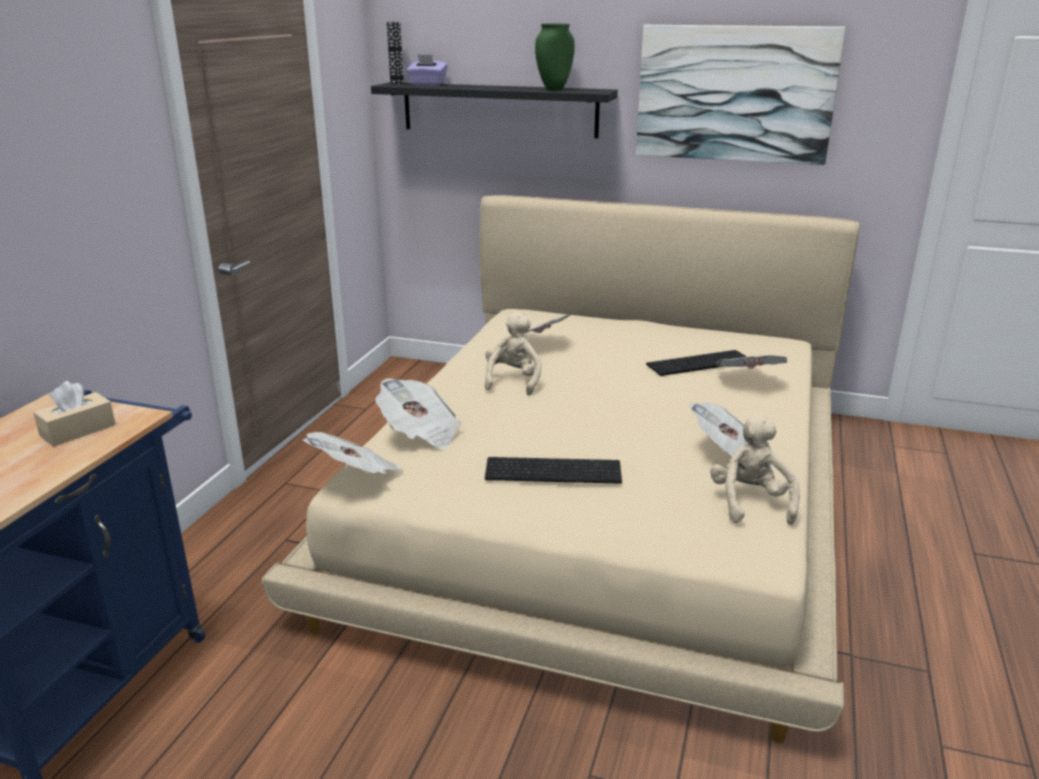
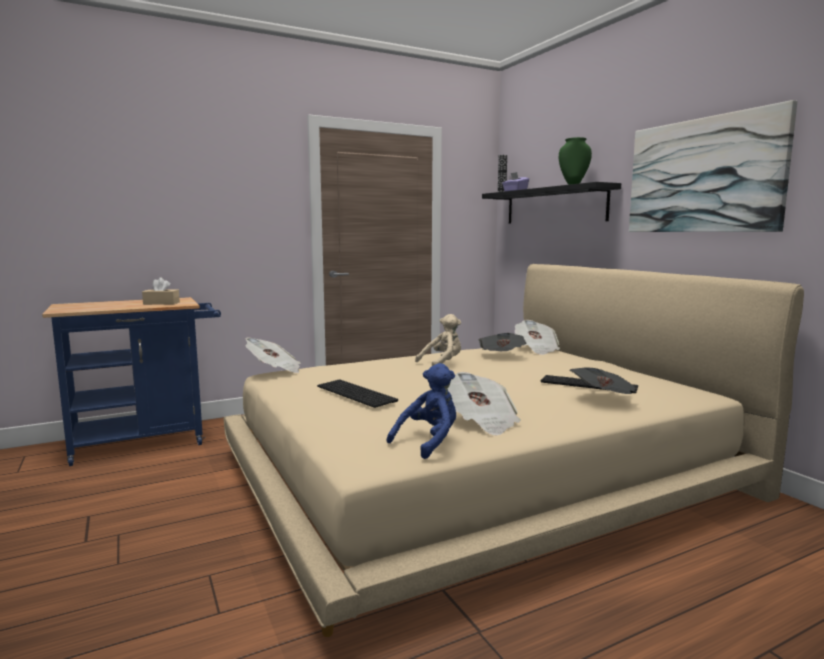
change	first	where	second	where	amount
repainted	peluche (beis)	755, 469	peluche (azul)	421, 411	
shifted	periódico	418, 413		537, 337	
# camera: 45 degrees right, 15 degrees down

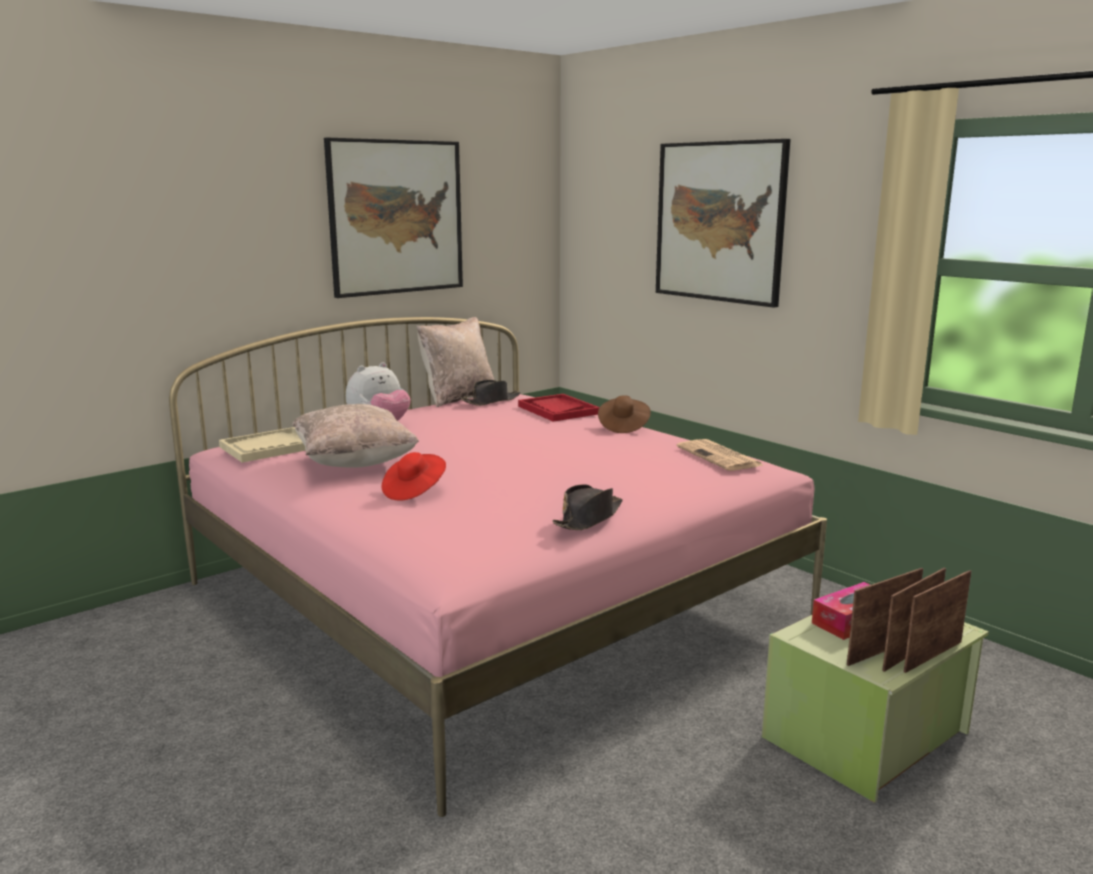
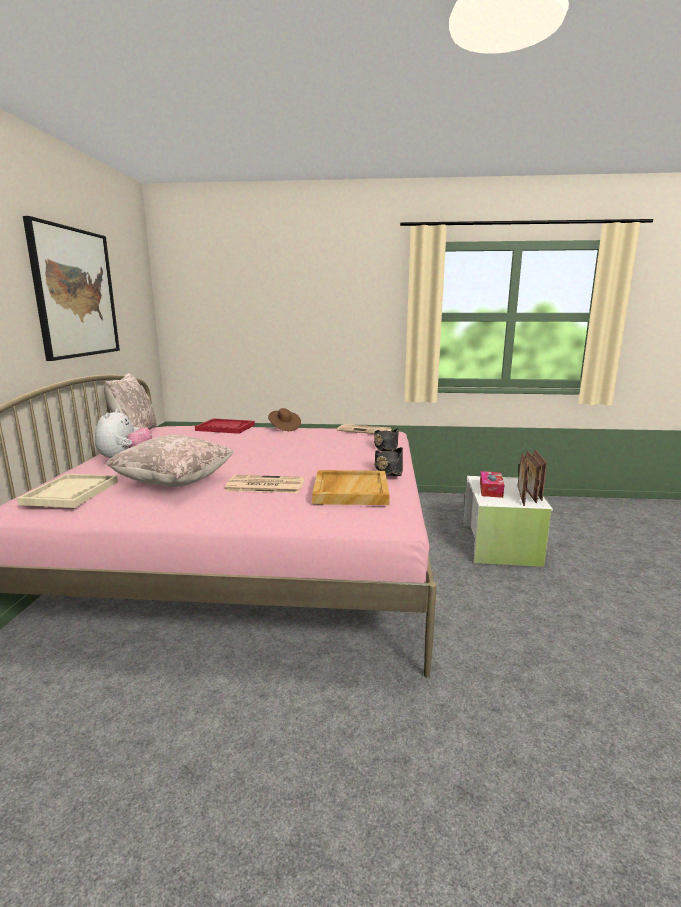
change	first	where	second	where	amount
swapped	sombrero (rojo)	414, 476	periódico	264, 484	
new			bandeja (beis)	351, 487	
shifted	sombrero (negro)	490, 393		386, 439	
repainted	caja de almacenaje (verde)	875, 709	caja de almacenaje (blanco)	508, 521	
gone	cuadro	723, 223			
# camera: 45 degrees left, 0 degrees up

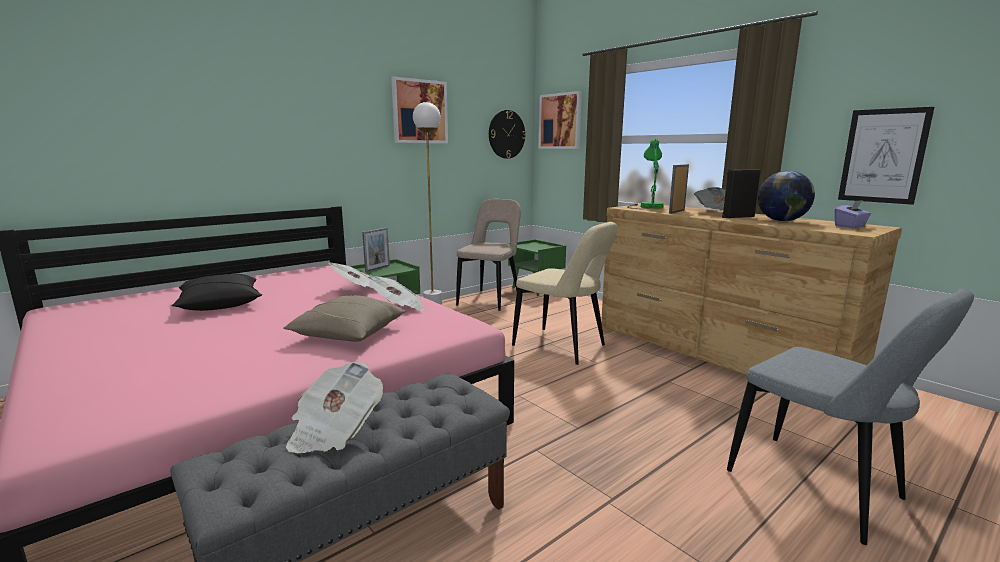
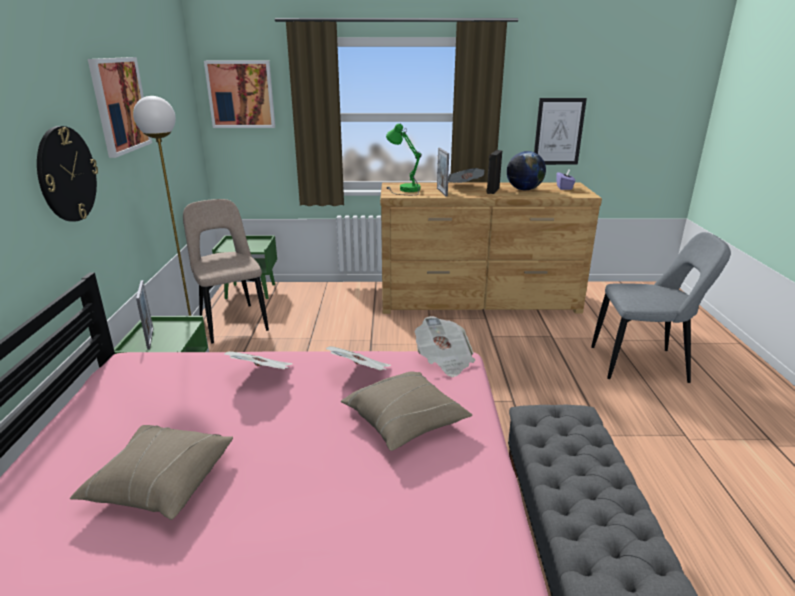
change	first	where	second	where	amount
shifted	reloj de pared	507, 134		67, 173	
repainted	cojín (negro)	217, 292	cojín (beis)	151, 472	
shifted	periódico	334, 407		445, 346	
gone	silla (beis)	564, 293			
# camera: 50 degrees left, 10 degrees up

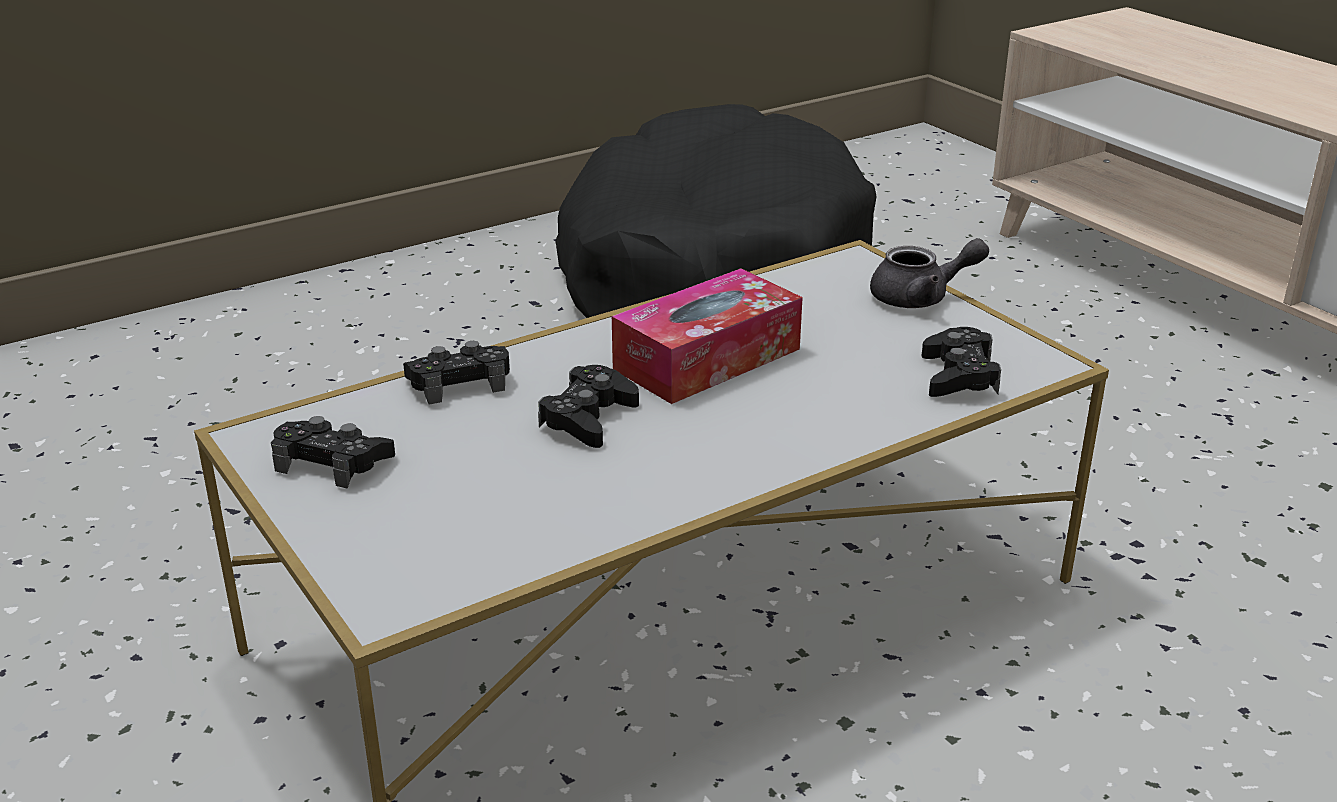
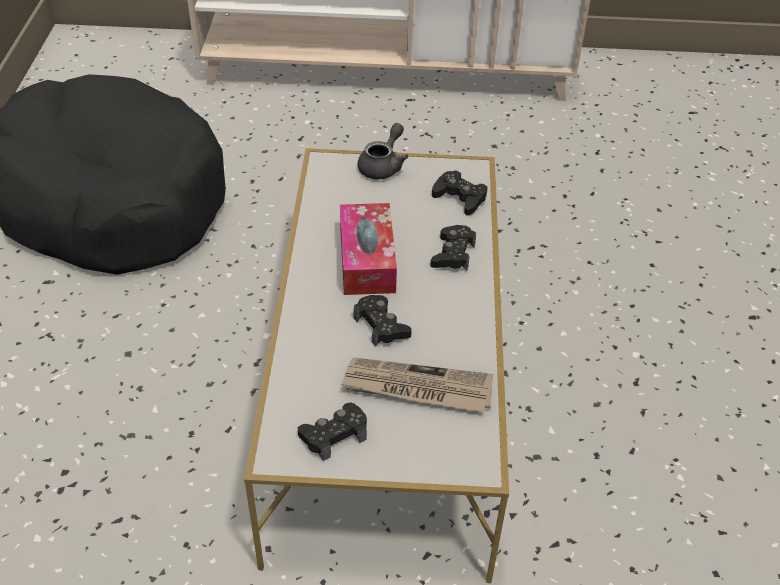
change	first	where	second	where	amount
new			periódico	417, 385	
shifted	mando de consola (negro)	456, 372		453, 248	
# camera: 55 degrees left, 15 degrees up

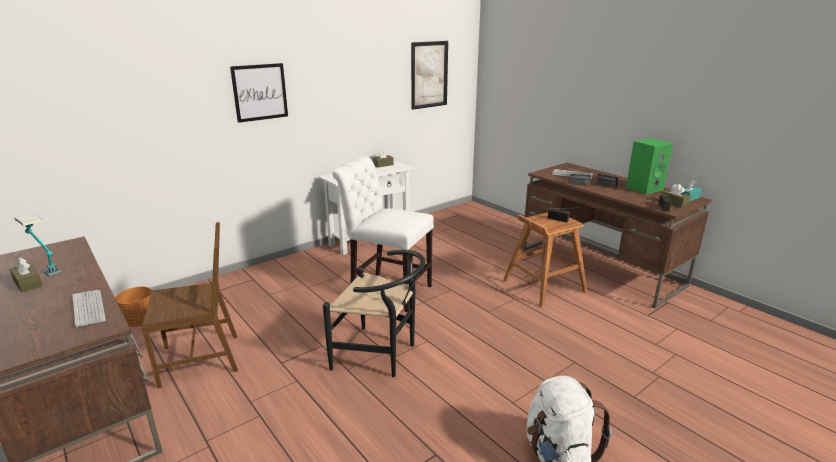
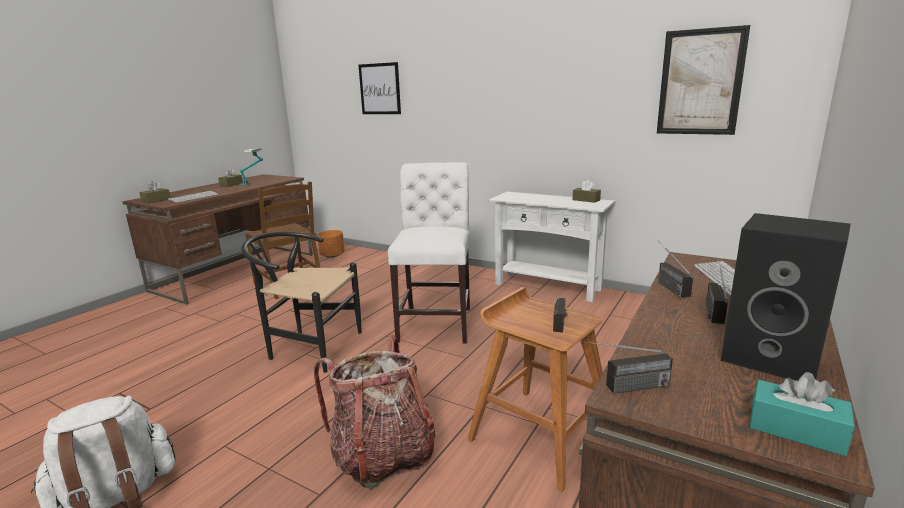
change	first	where	second	where	amount
shifted	caja de pañuelos (marrón)	676, 196		155, 192	
rotated	silla (negro)	374, 314		301, 302	105 degrees clockwise
new			mochila	375, 412	
shifted	cuadro	259, 93		379, 88	
repainted	altavoz (verde)	649, 166	altavoz (negro)	786, 297	
# camera: 70 degrees right, 5 degrees down

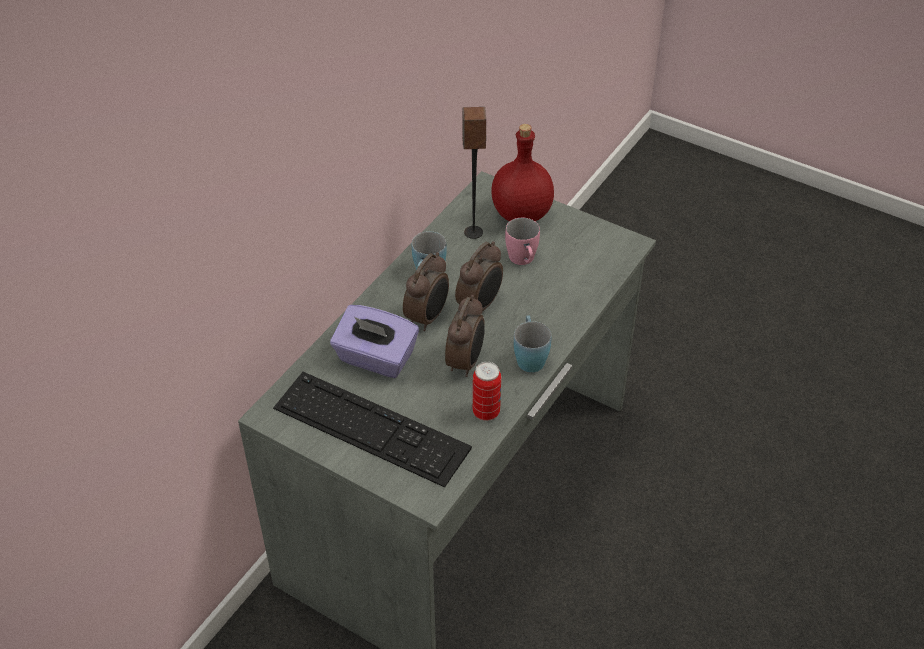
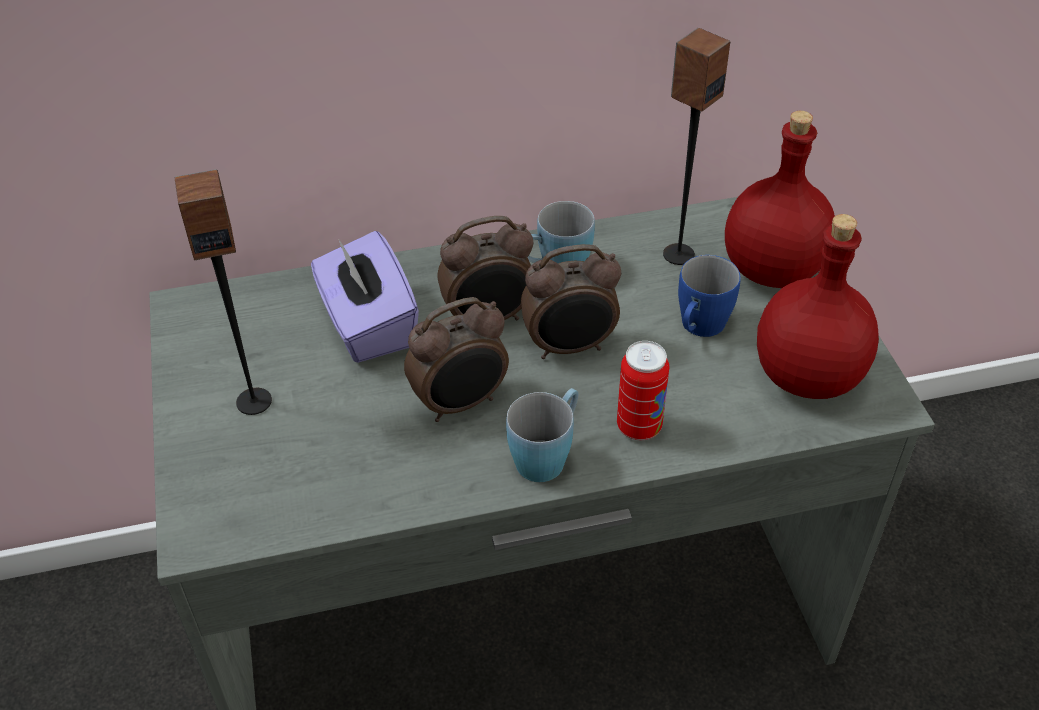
change	first	where	second	where	amount
swapped	teclado	372, 429	altavoz	223, 292	
shifted	lata	487, 391		643, 390	
repainted	taza grande (rosa)	522, 241	taza grande (azul)	709, 296	
new			botella (rojo)	818, 306	
# camera: 45 degrees right, 0 degrees up

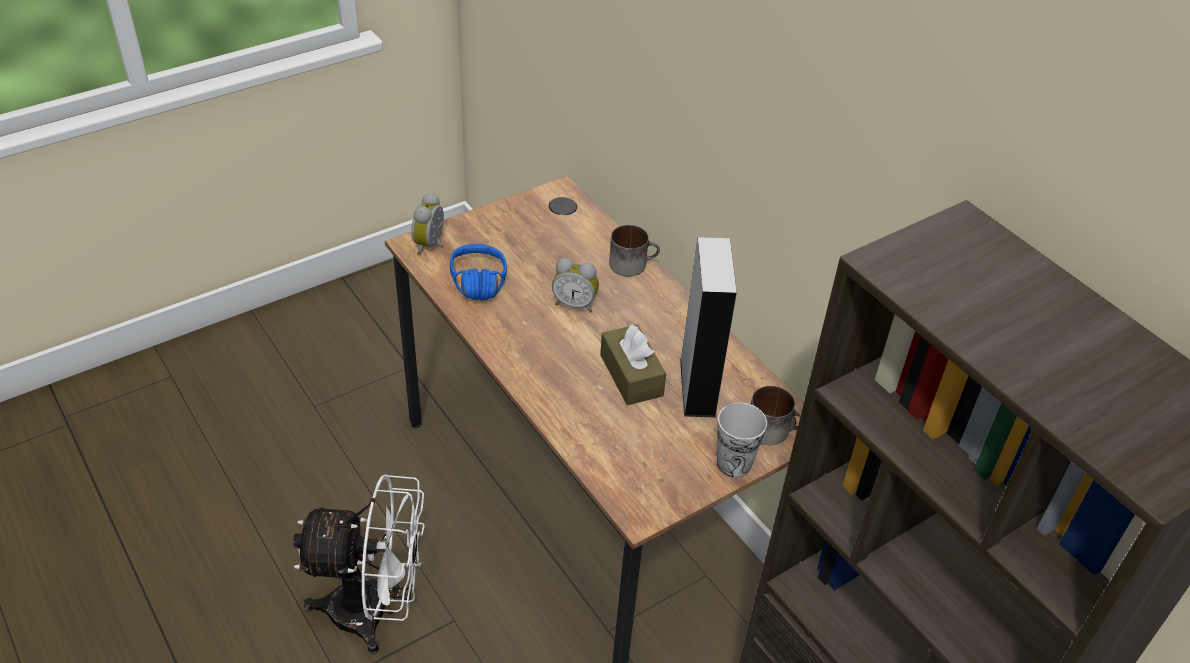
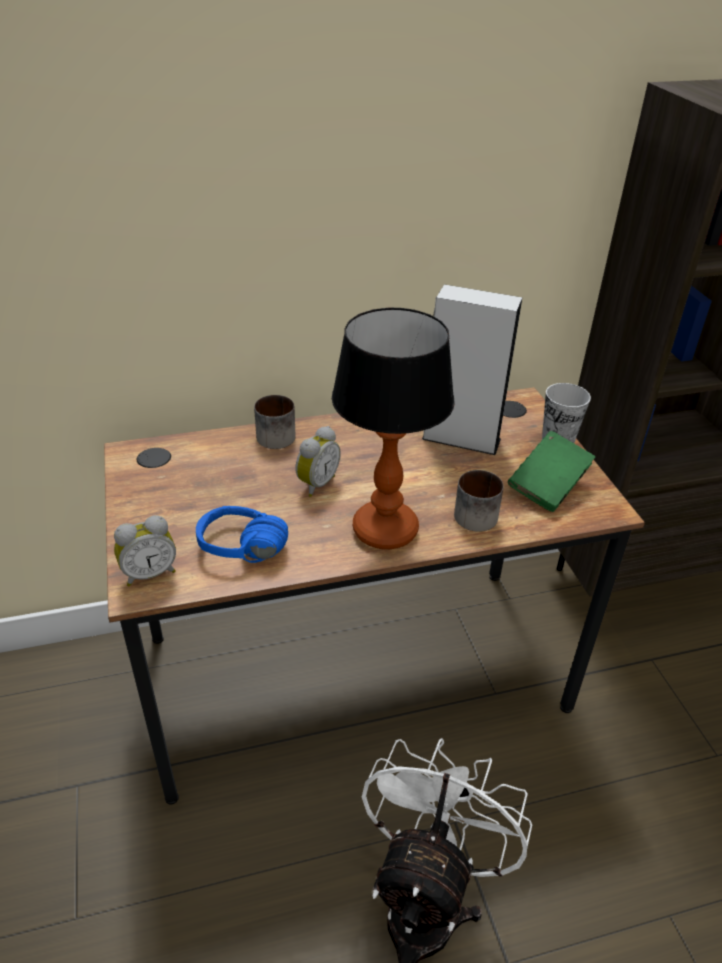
change	first	where	second	where	amount
rotated	despertador	427, 224		145, 551	60 degrees counterclockwise
new			lámpara de mesa	393, 428	
shifted	taza grande	776, 415		479, 501	
new			libro (verde)	551, 471	
gone	caja de pañuelos (marrón)	633, 364			
# camera: 70 degrees left, 5 degrees down

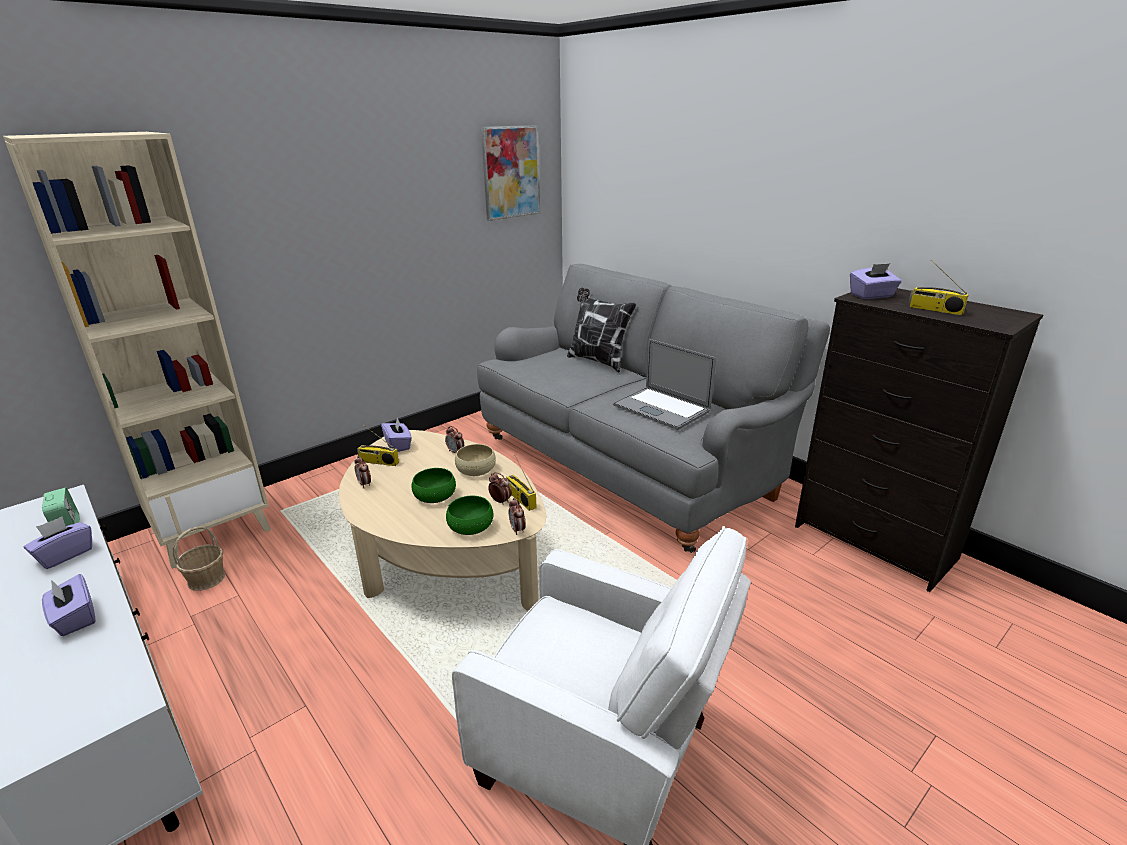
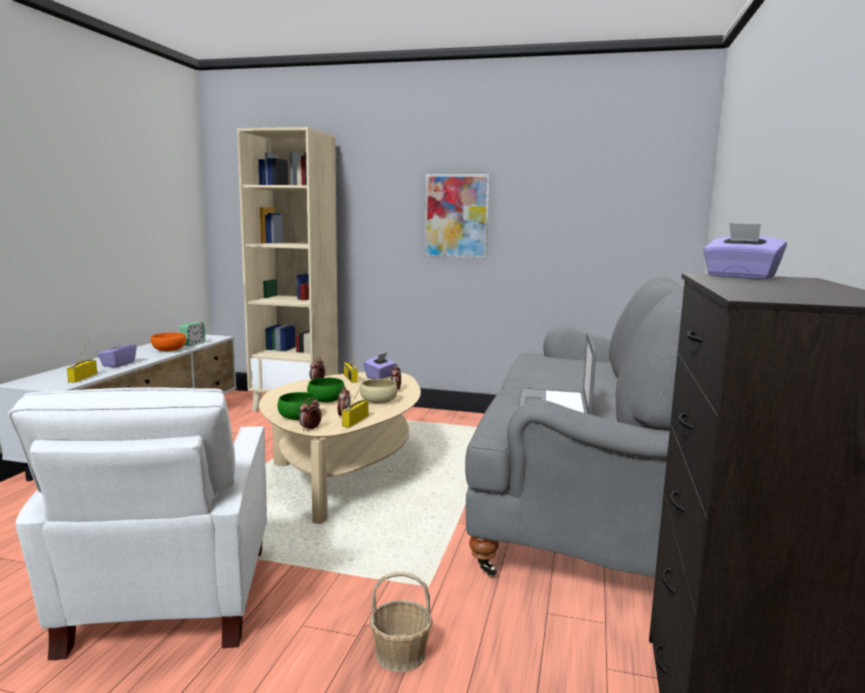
change	first	where	second	where	amount
shifted	radio	938, 287		82, 361	
swapped	caja de pañuelos (morado)	57, 543	cuenco (naranja)	168, 341	
shifted	cesta	199, 558		401, 622	
shifted	cuadro	510, 173		457, 216	
gone	cojín	601, 330			
# camera: 55 degrees right, 15 degrees down

